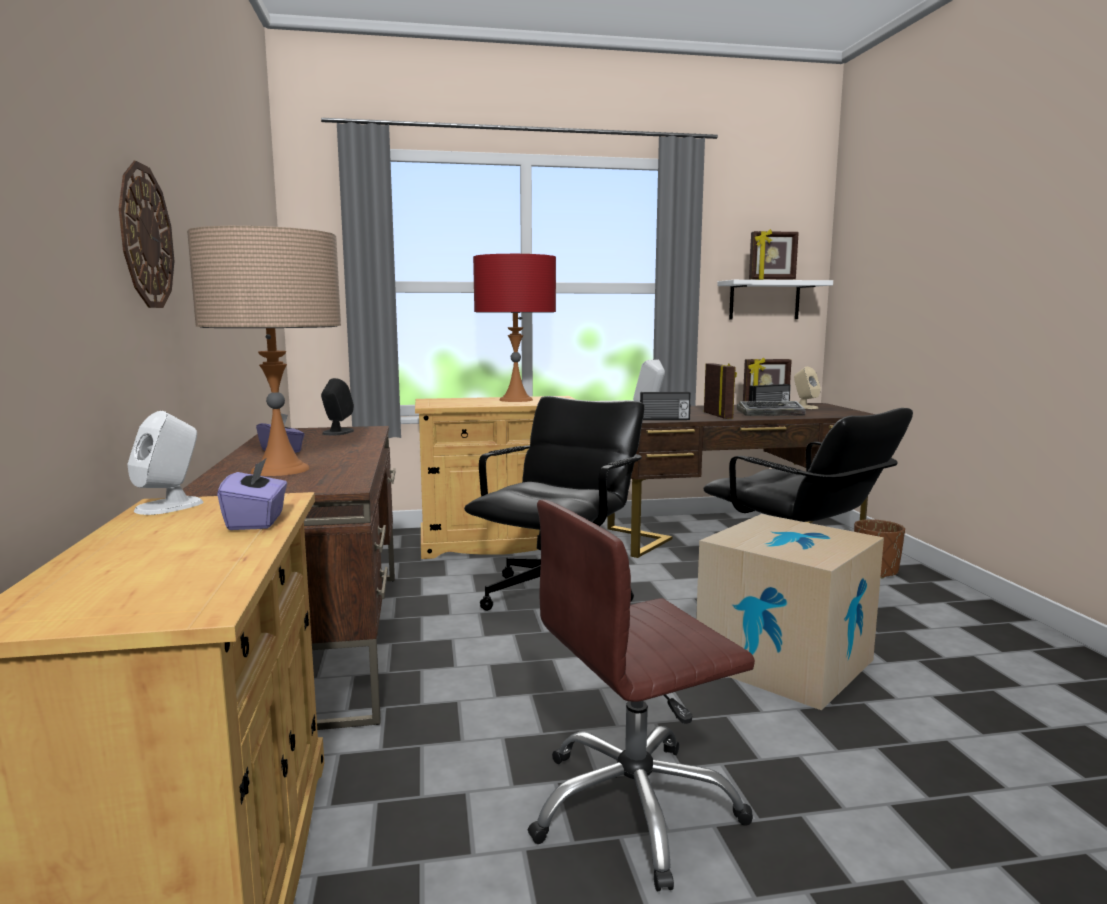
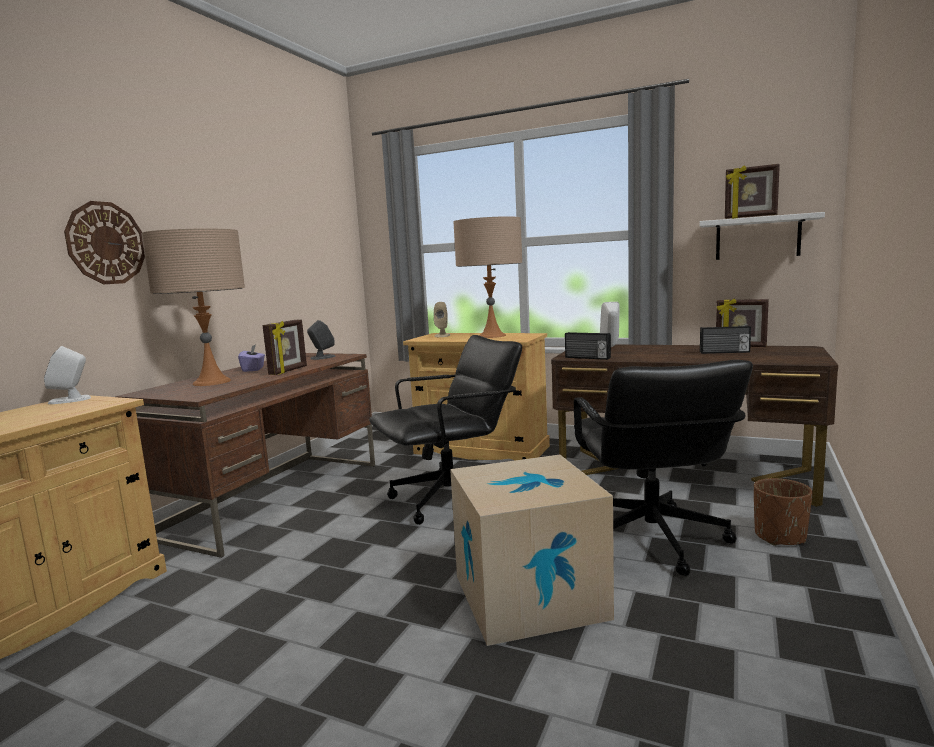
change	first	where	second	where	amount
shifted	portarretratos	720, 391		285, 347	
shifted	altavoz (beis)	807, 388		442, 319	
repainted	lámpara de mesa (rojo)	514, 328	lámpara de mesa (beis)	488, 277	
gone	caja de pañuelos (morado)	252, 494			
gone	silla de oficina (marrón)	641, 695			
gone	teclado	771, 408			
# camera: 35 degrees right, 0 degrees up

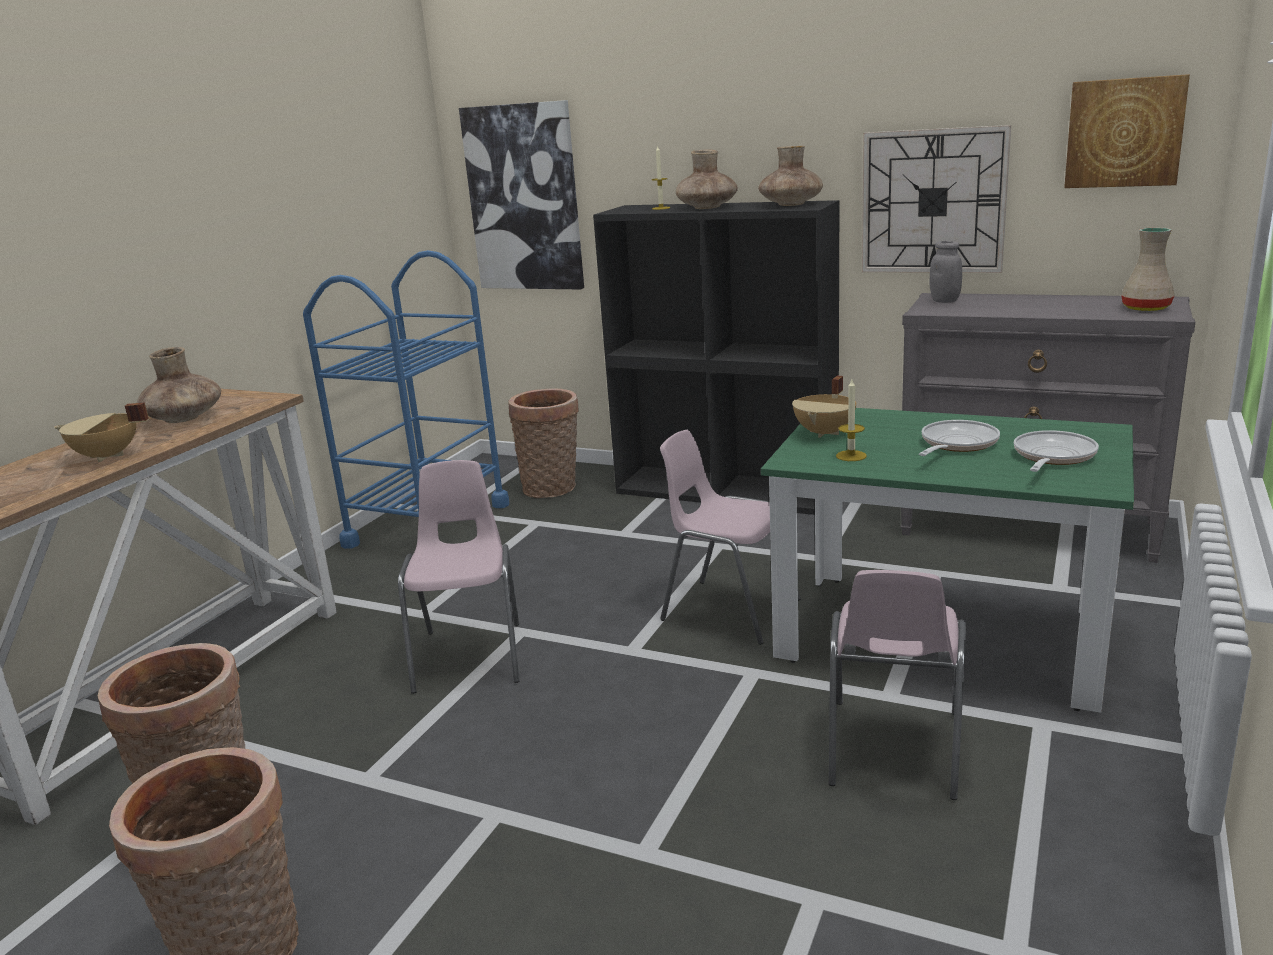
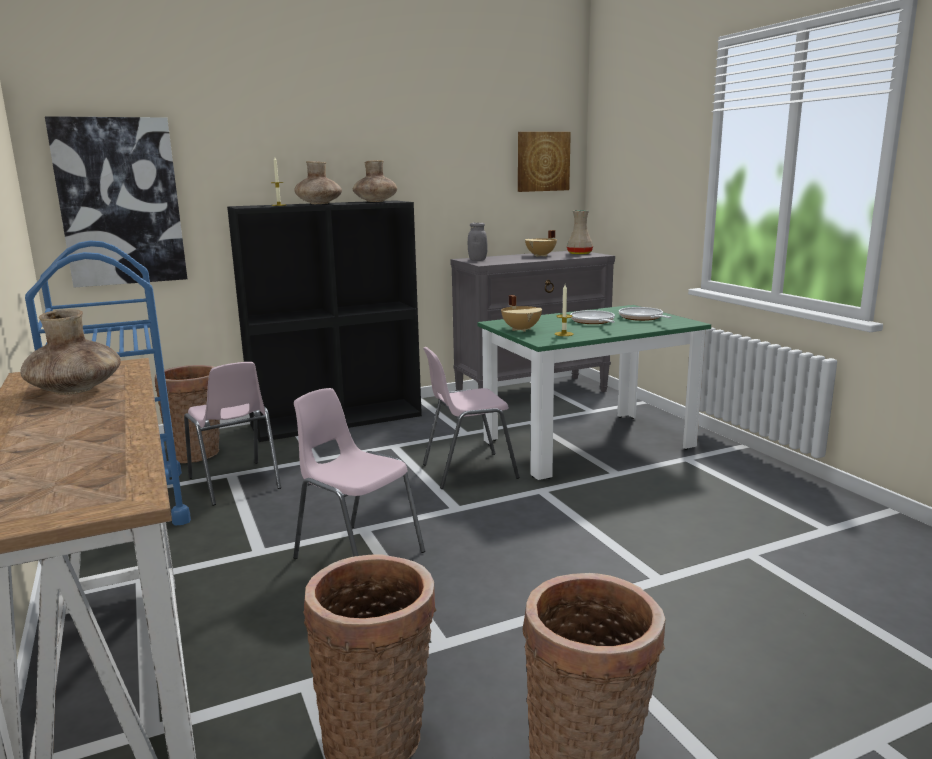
change	first	where	second	where	amount
shifted	silla (rosa)	897, 685		232, 434	
shifted	olla (beis)	101, 432		541, 243	
gone	reloj de pared	936, 199			
# camera: 50 degrees left, 5 degrees down

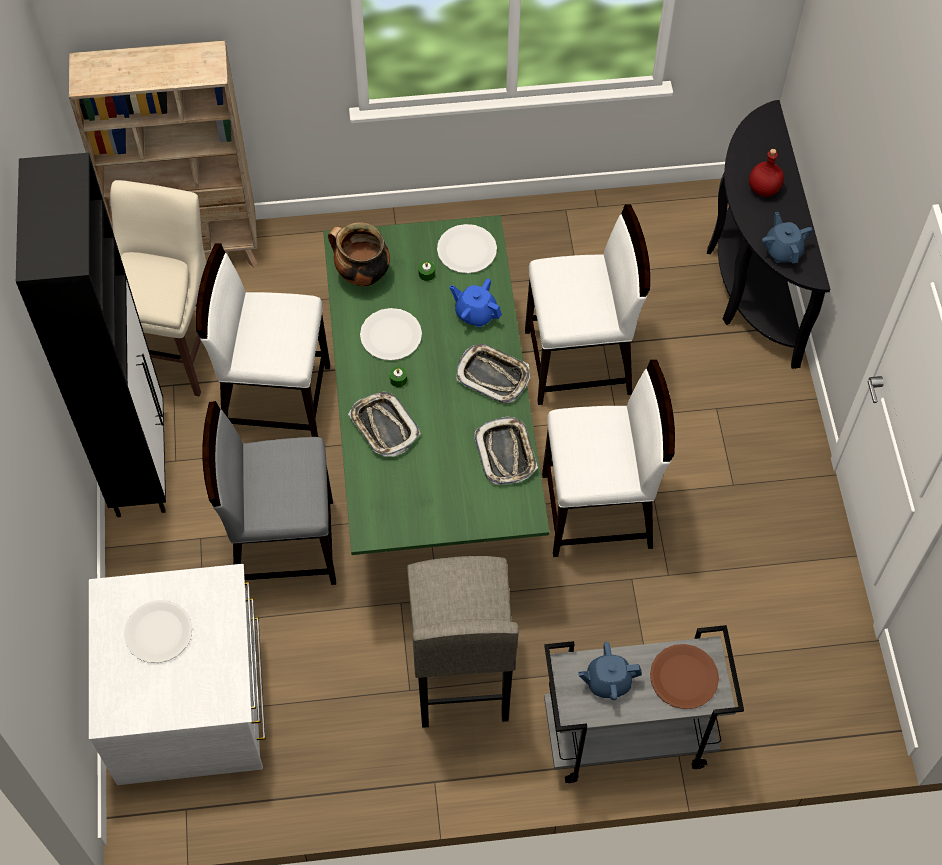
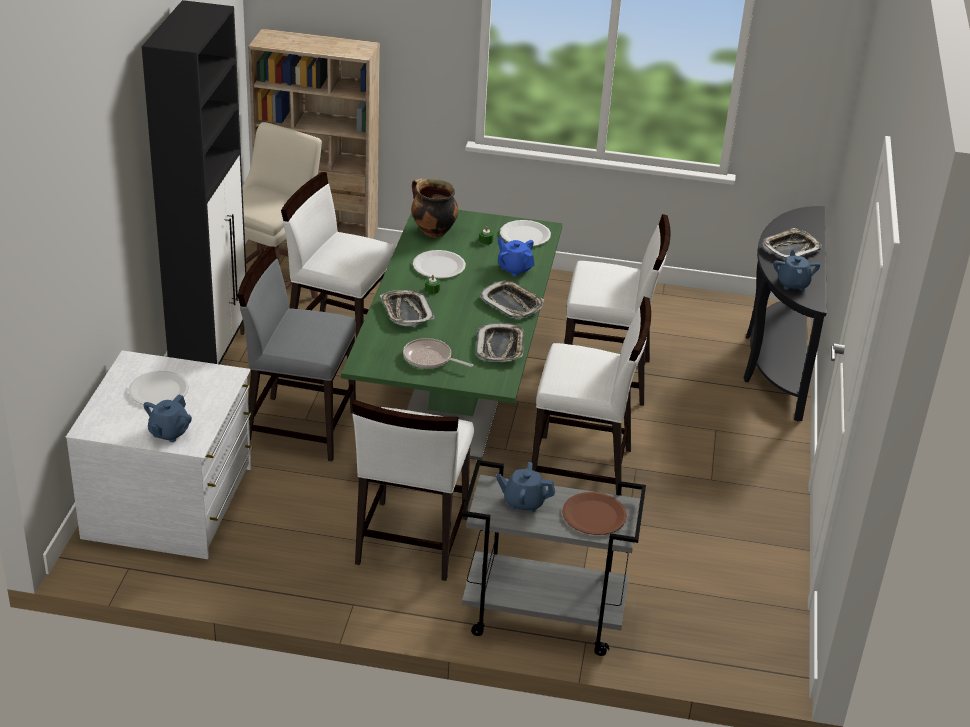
change	first	where	second	where	amount
new			tetera (azul)	167, 418	
swapped	taburete (gris)	463, 642	silla (blanco)	413, 490	
new			sartén	438, 353	
swapped	botella (rojo)	766, 173	bandeja	792, 243	
# camera: 15 degrees right, 25 degrees down

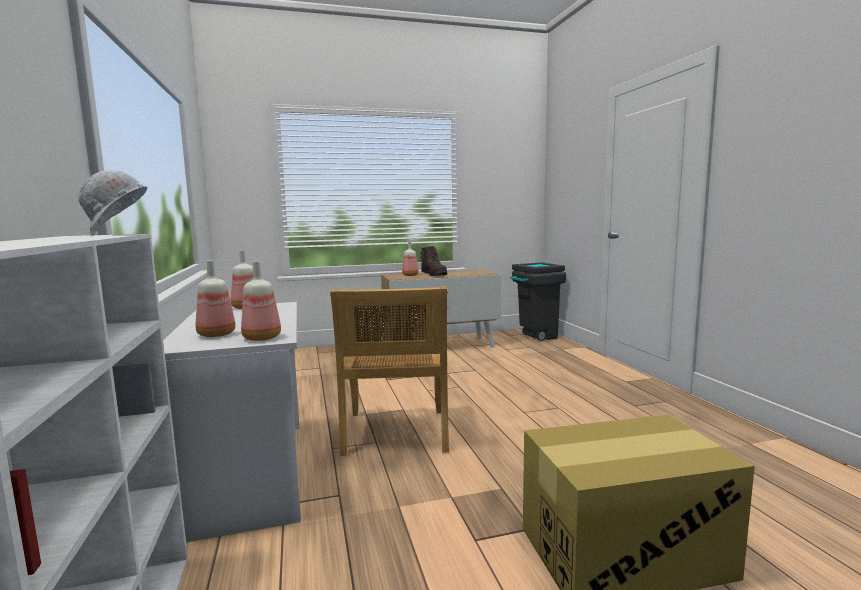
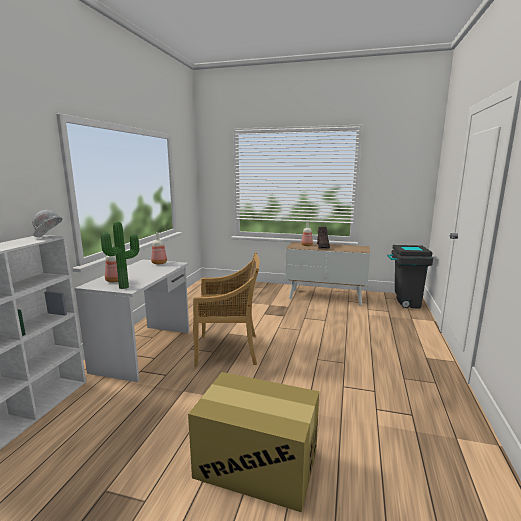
change	first	where	second	where	amount
swapped	botella	261, 301	planta en maceta	120, 255	
rotated	silla (beis)	389, 371		226, 309	120 degrees counterclockwise
# camera: 30 degrees right, 5 degrees up

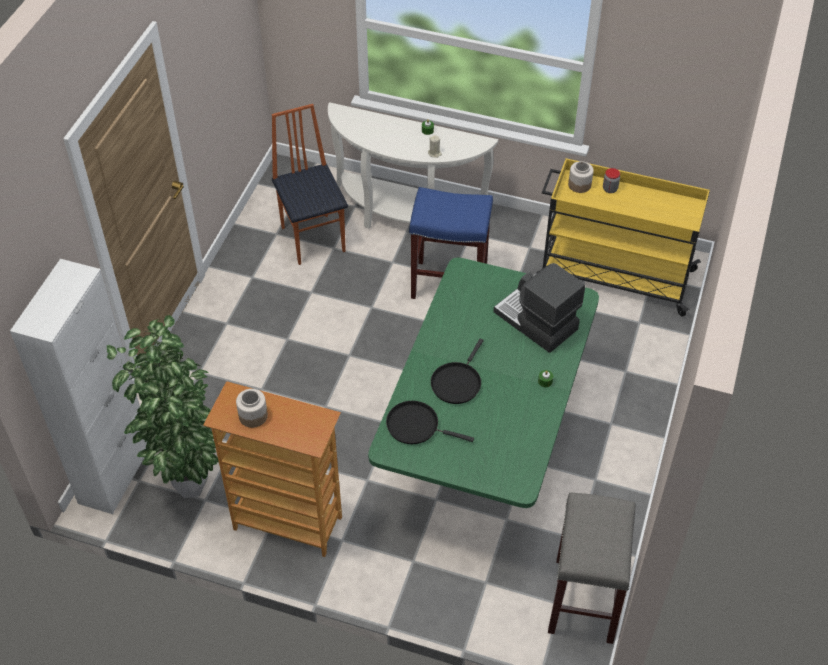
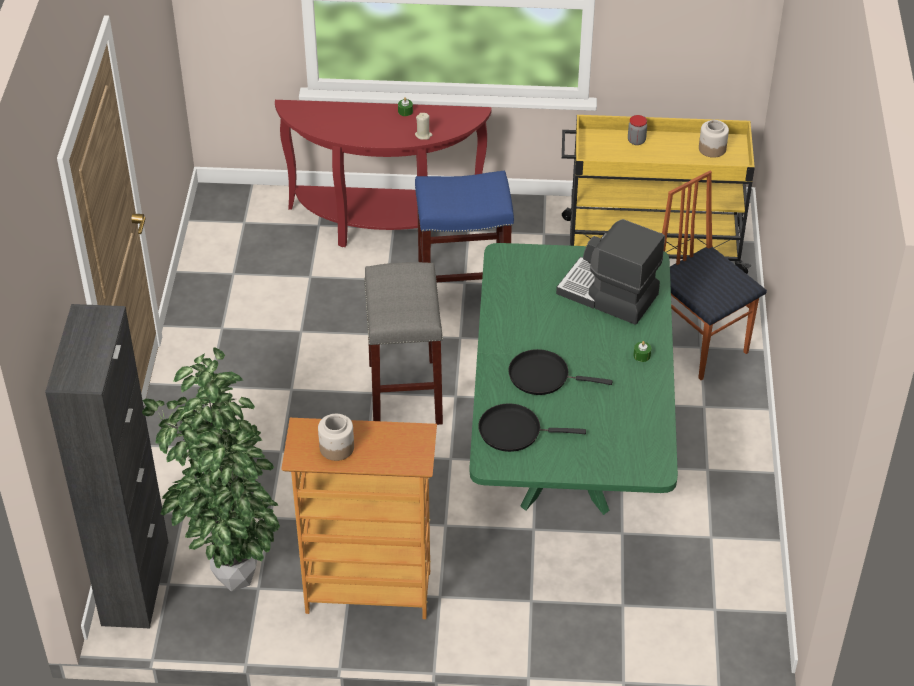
change	first	where	second	where	amount
repainted	armario (blanco)	78, 386	armario (negro)	106, 466	
repainted	mesa consola (blanco)	413, 172	mesa consola (rojo)	383, 173	
shifted	taburete (gris)	592, 568		403, 343	
rotated	sartén (negro)	457, 371		560, 372	90 degrees clockwise
shifted	silla	310, 184		714, 275	
shifted	tarro	581, 177		714, 139	
# camera: 15 degrees left, 5 degrees down

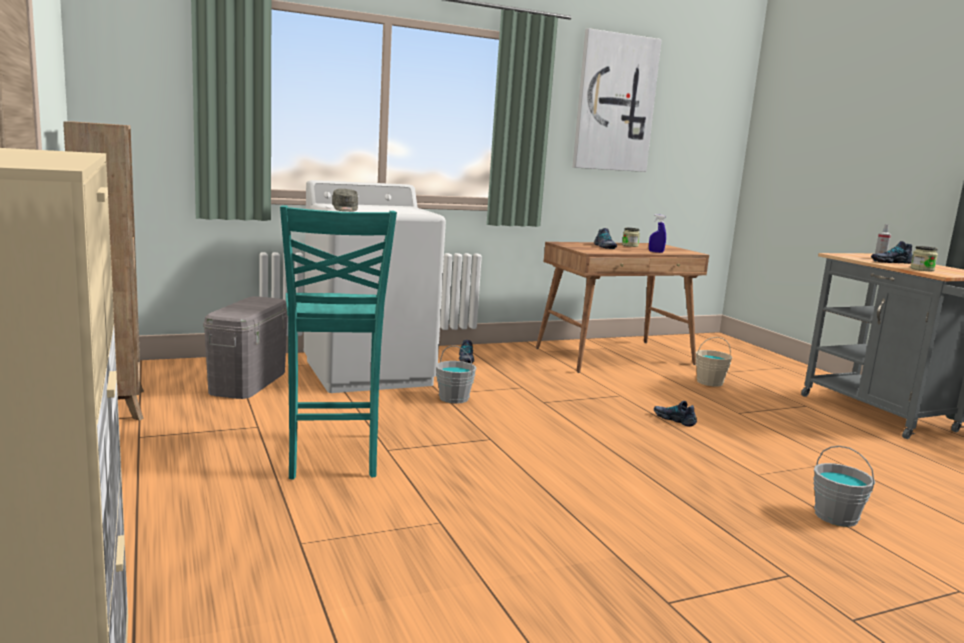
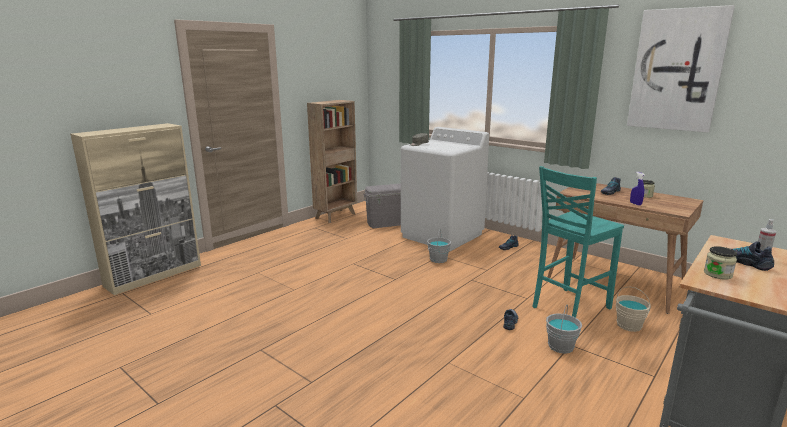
change	first	where	second	where	amount
shifted	silla (turquesa)	338, 342		578, 242	
shifted	cubo (gris)	844, 486		564, 329	
# camera: 65 degrees right, 5 degrees up

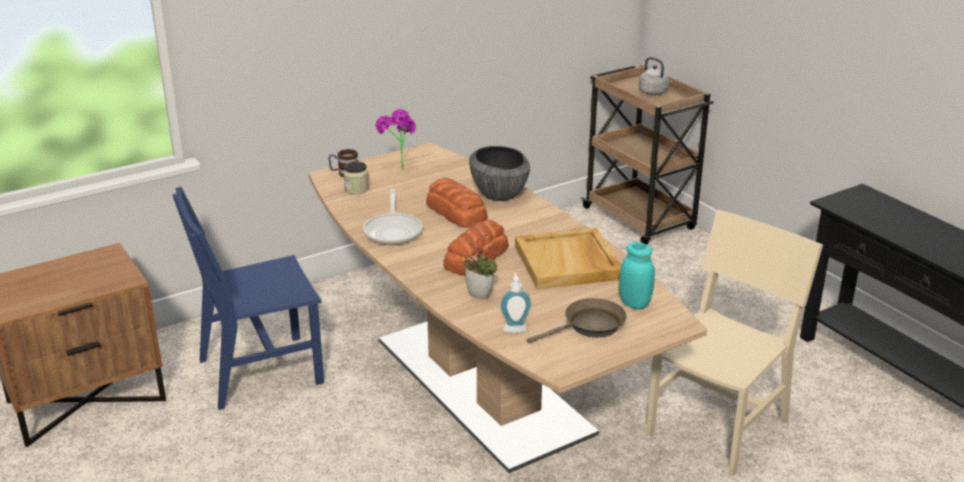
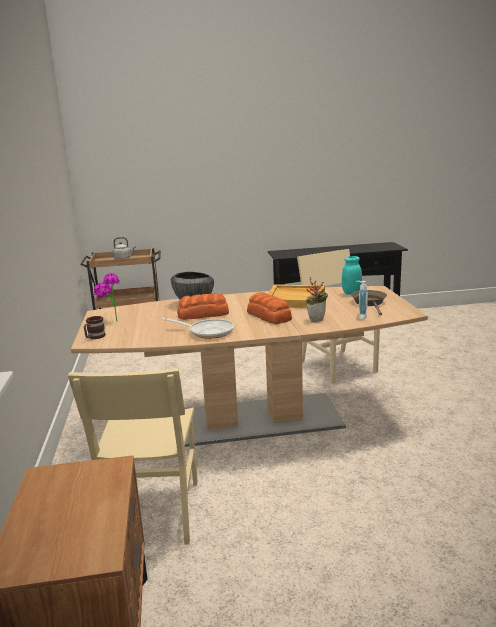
change	first	where	second	where	amount
repainted	silla (azul)	248, 298	silla (beis)	133, 456	
gone	tarro	356, 178			
# camera: 65 degrees left, 10 degrees down

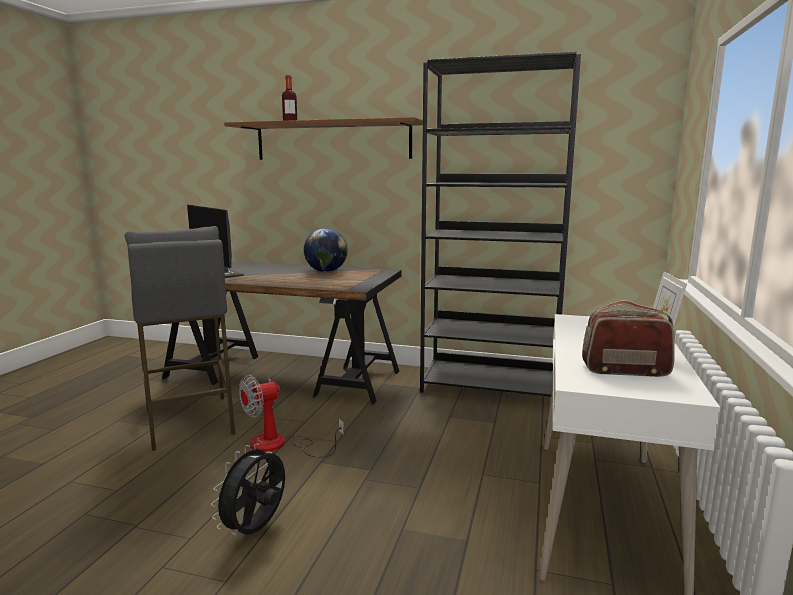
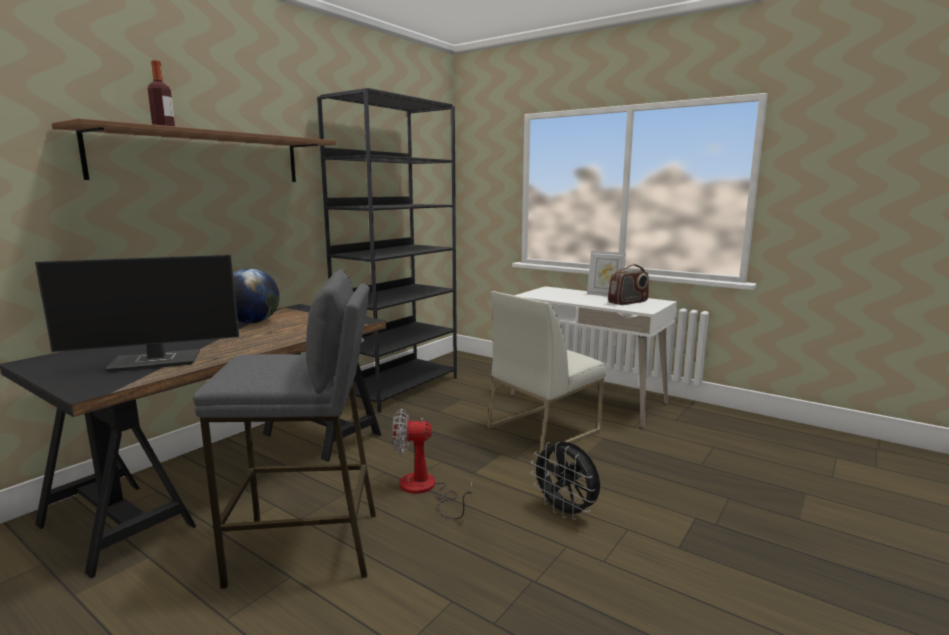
change	first	where	second	where	amount
rotated	ventilador	291, 416		432, 463	105 degrees clockwise
new			silla (blanco)	546, 373	
rotated	radio	628, 338		628, 284	150 degrees counterclockwise
# camera: 70 degrees left, 0 degrees up

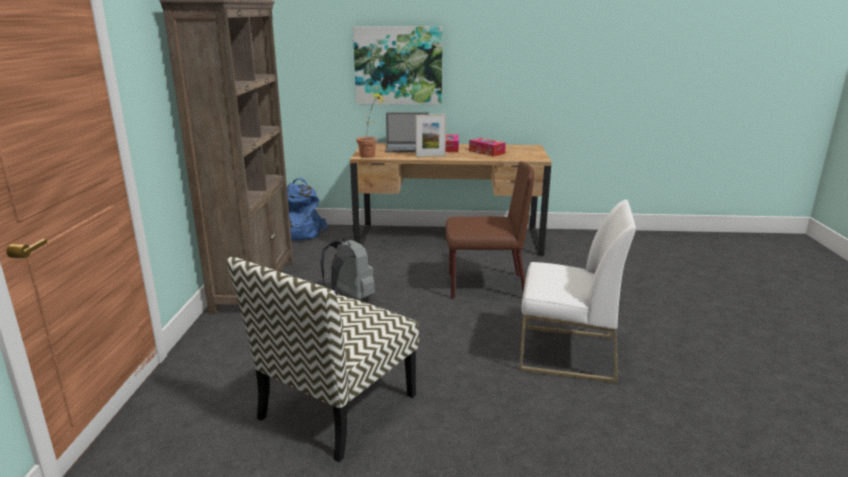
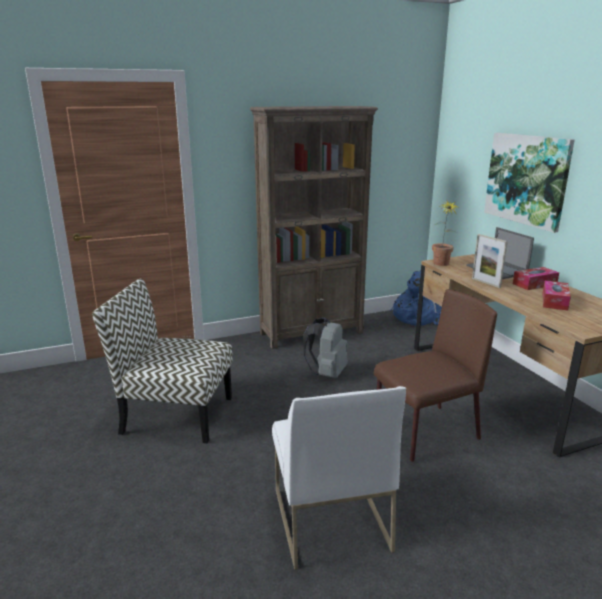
change	first	where	second	where	amount
rotated	silla (marrón)	489, 230		435, 375	90 degrees counterclockwise
# camera: 65 degrees right, 0 degrees up

